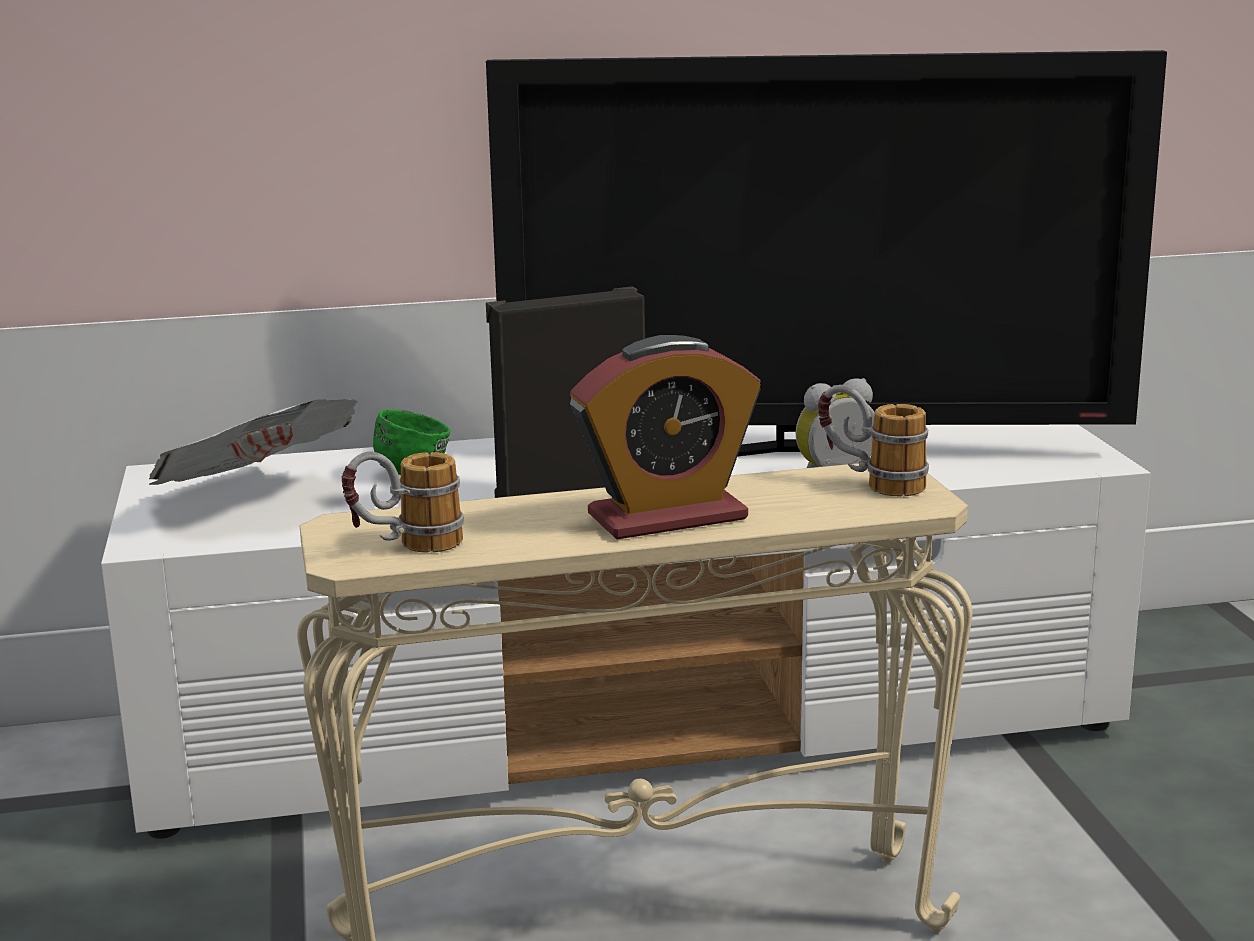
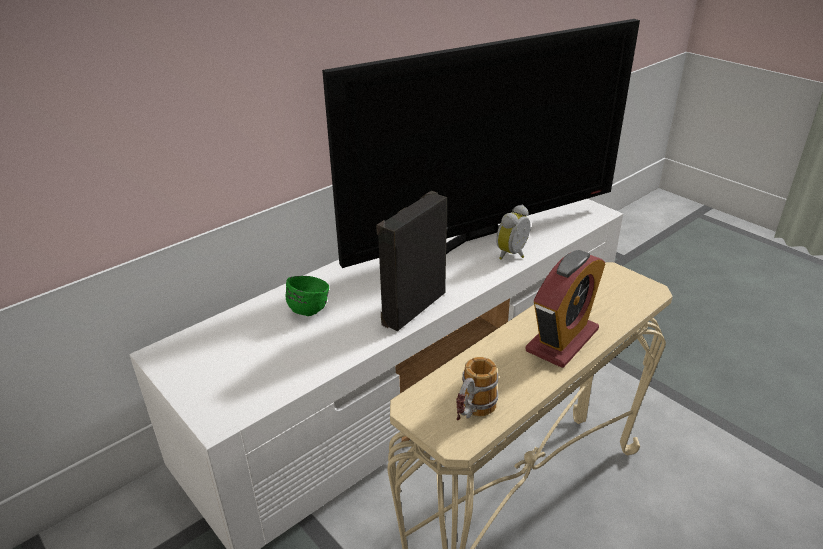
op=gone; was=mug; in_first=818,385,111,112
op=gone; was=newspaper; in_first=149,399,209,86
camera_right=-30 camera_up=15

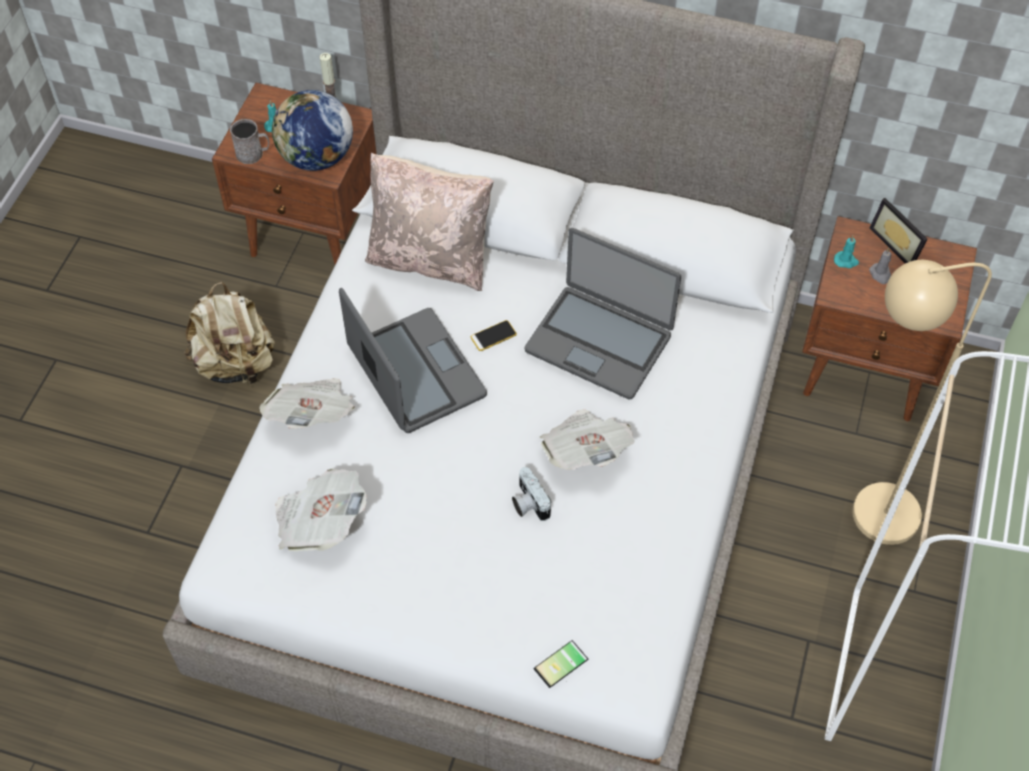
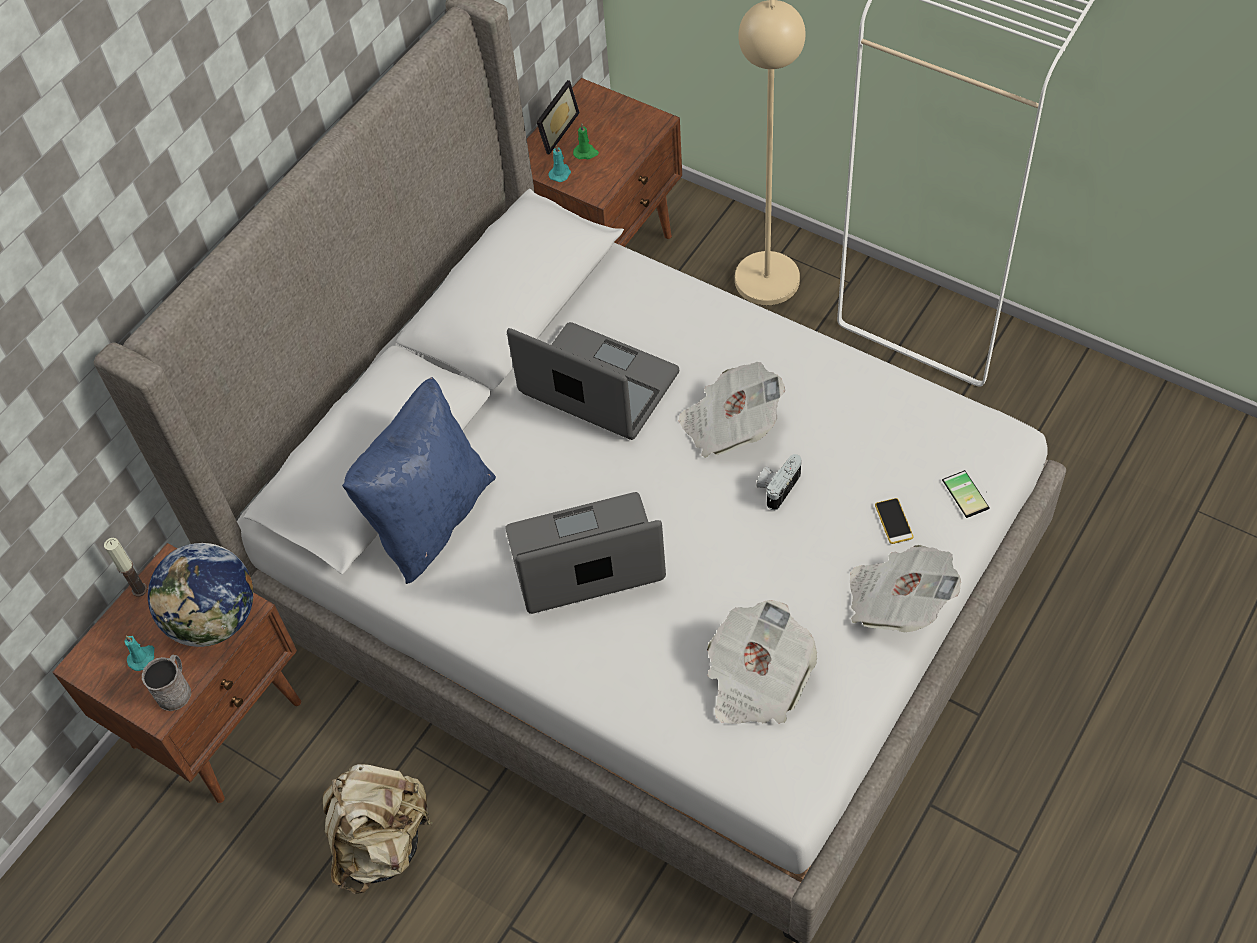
op=repainted; was=beige_pillow; now=blue_pillow; in_first=365,153,129,138; in_second=342,377,154,207
op=rotated; was=picture_frame; in_first=869,198,58,65; in_second=537,80,43,74; clockwise=-45
op=rotated; was=laptop; in_first=525,228,156,172; in_second=507,322,172,118; clockwise=-105
op=repainted; was=grey_candle; now=green_candle; in_first=869,248,22,36; in_second=573,123,26,36
op=shifted; was=phone; in_first=471,320,46,31; in_second=875,498,38,46
op=shifted; was=newspaper; in_first=259,378,96,51; in_second=850,545,111,88
op=rotated; was=photo_camera; in_first=512,467,39,54; in_second=756,454,45,56; clockwise=135
camera_right=-70 camera_up=0

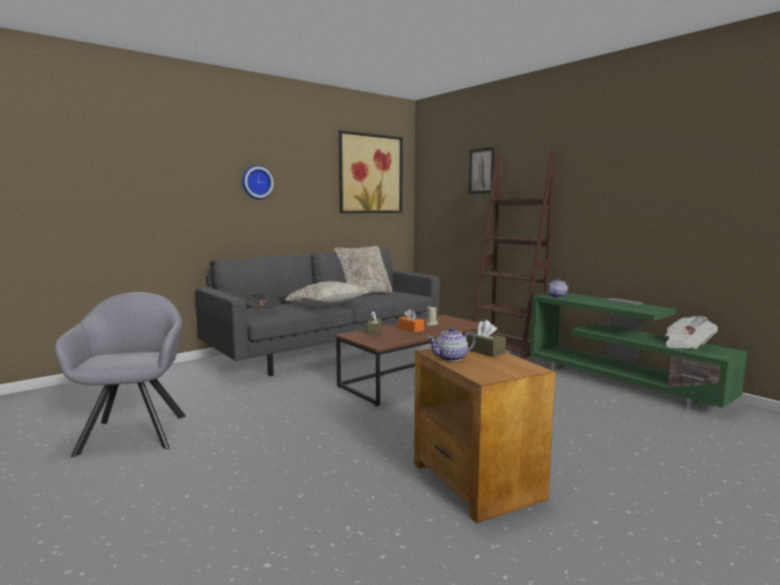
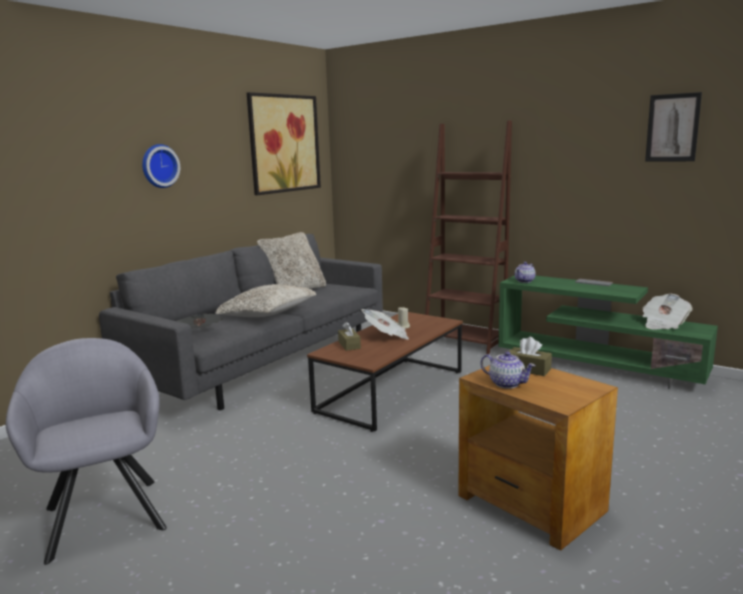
op=shifted; was=picture; in_first=469,147,26,47; in_second=645,92,57,70
op=swapped; was=orange_tissue_box; now=newspaper; in_first=399,309,25,24; in_second=362,309,47,31
op=rotated; was=teapot; in_first=427,327,48,35; in_second=480,351,56,38; clockwise=-105
camera_right=-15 camera_up=5

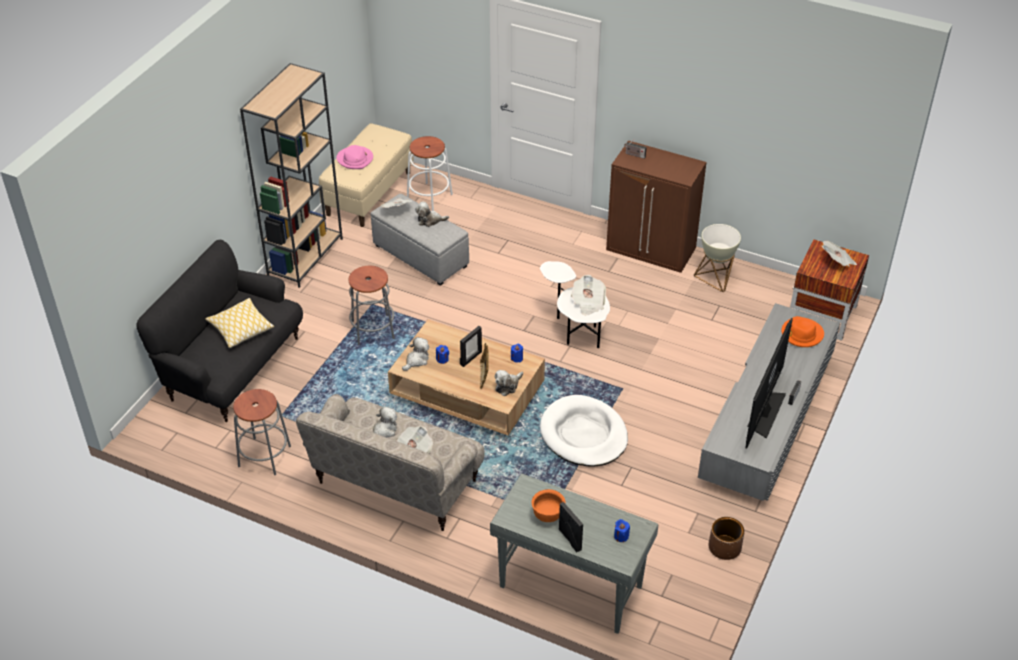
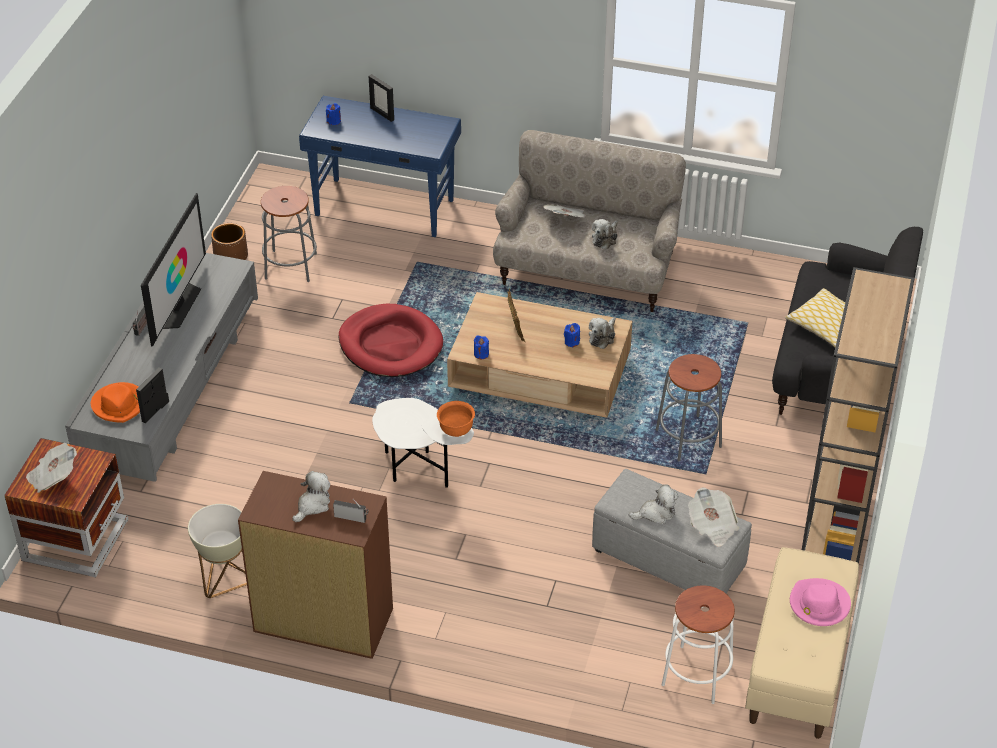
op=gone; was=newspaper; in_first=571,275,35,41
op=shifted; was=picture_frame; in_first=460,326,22,41; in_second=136,367,33,56
op=shifted; was=plush_toy; in_first=495,370,28,26; in_second=293,471,37,51
op=shifted; was=grey_stool; in_first=233,389,58,86; in_second=261,186,56,96
op=repainted; was=white_dog_bed; now=red_dog_bed; in_first=540,395,88,72; in_second=338,304,105,73
op=repainted; was=grey_console_table; now=blue_console_table; in_first=490,473,168,161; in_second=299,96,162,141
op=shifted; was=orange_bowl; in_first=532,489,34,33; in_second=437,401,38,36
camera_right=170 camera_up=0

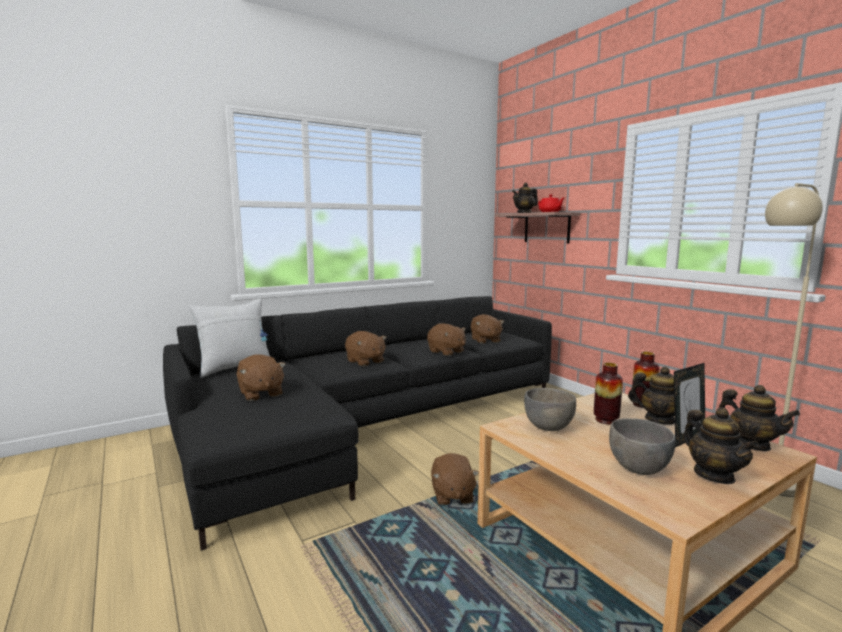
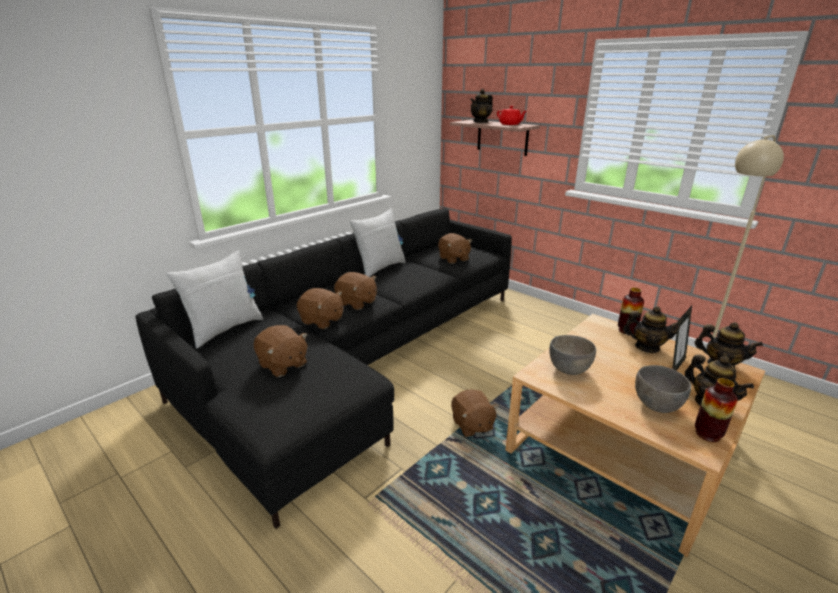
op=shifted; was=brown_plush_toy; in_first=427,324,39,32; in_second=297,288,46,41
op=shifted; was=vase; in_first=594,363,29,61; in_second=695,378,43,64
op=new; now=grey_pillow; in_second=350,208,56,69
camera_right=-15 camera_up=15

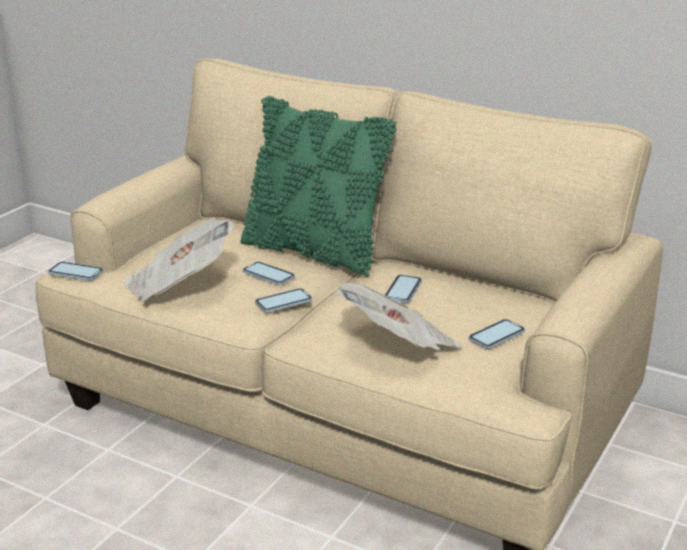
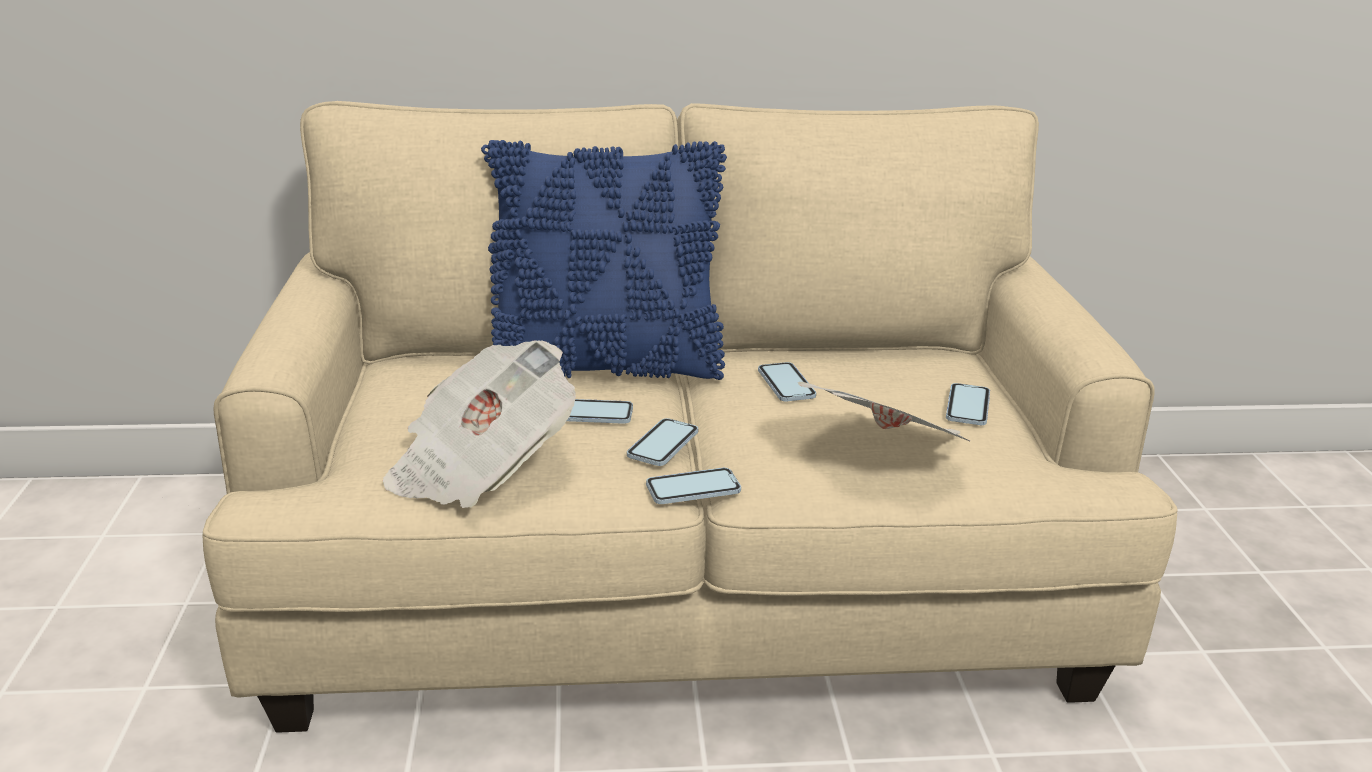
op=repainted; was=green_pillow; now=blue_pillow; in_first=240,96,157,181; in_second=481,140,246,240
op=shifted; was=phone; in_first=48,262,55,19; in_second=646,468,95,36
camera_right=-35 camera_up=0

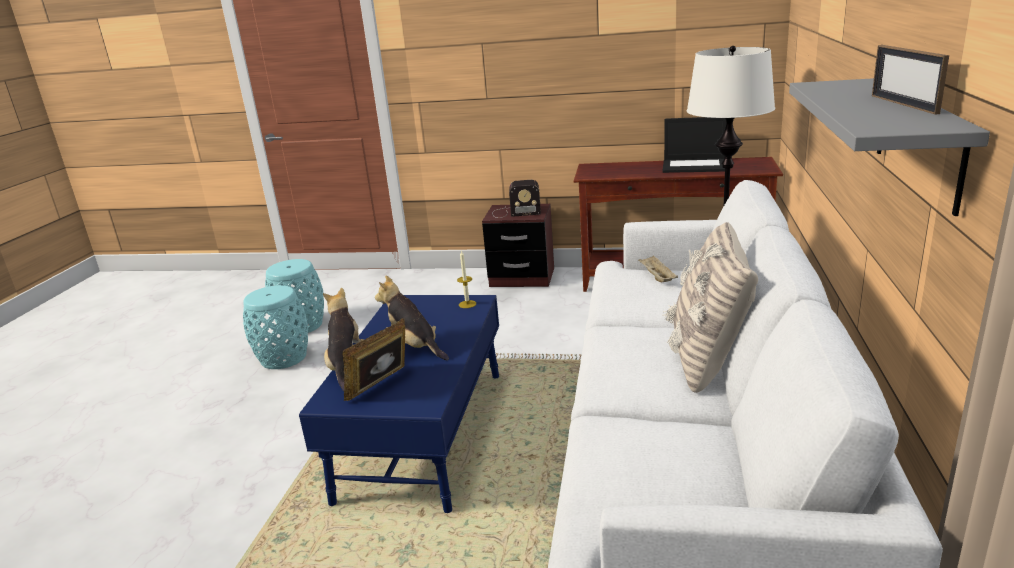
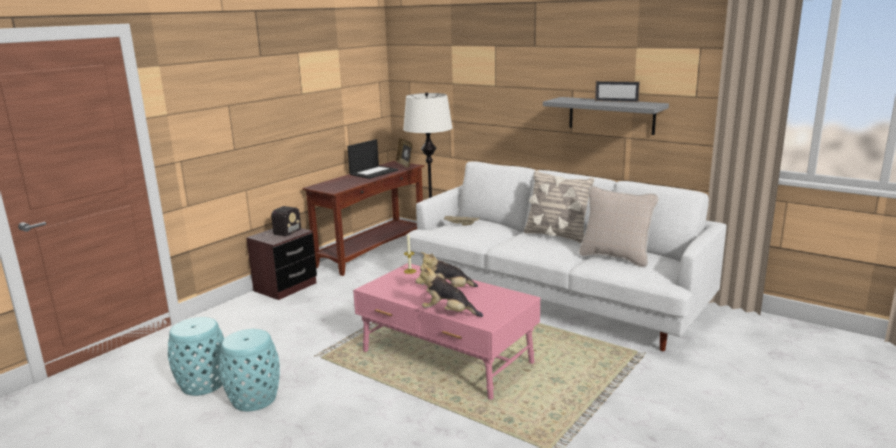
op=repainted; was=blue_coffee_table; now=pink_coffee_table; in_first=299,295,200,218; in_second=353,263,188,137
op=shifted; was=picture_frame; in_first=343,318,62,83; in_second=396,138,17,30
op=new; now=beige_pillow; in_second=579,186,79,81
camera_right=-65 camera_up=-5

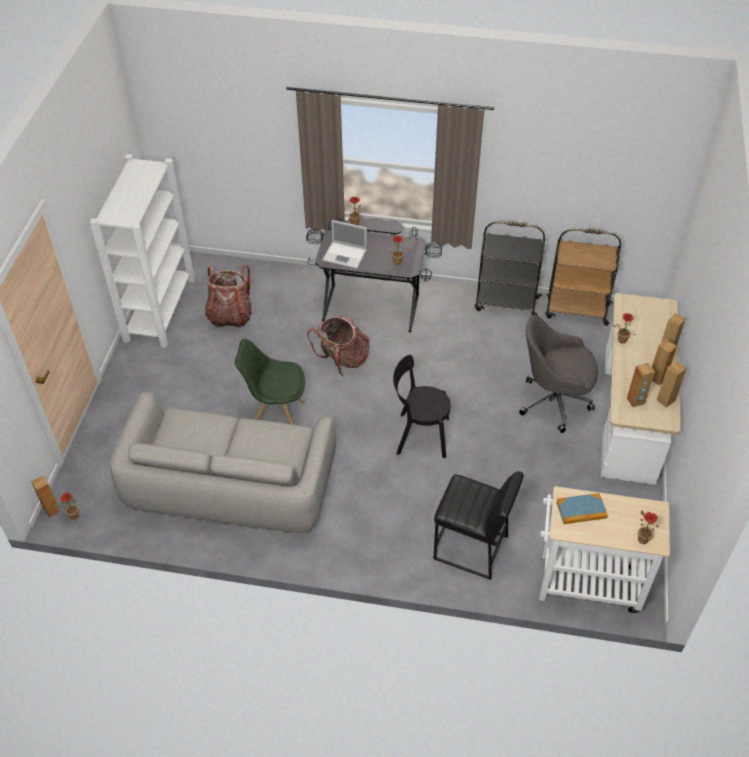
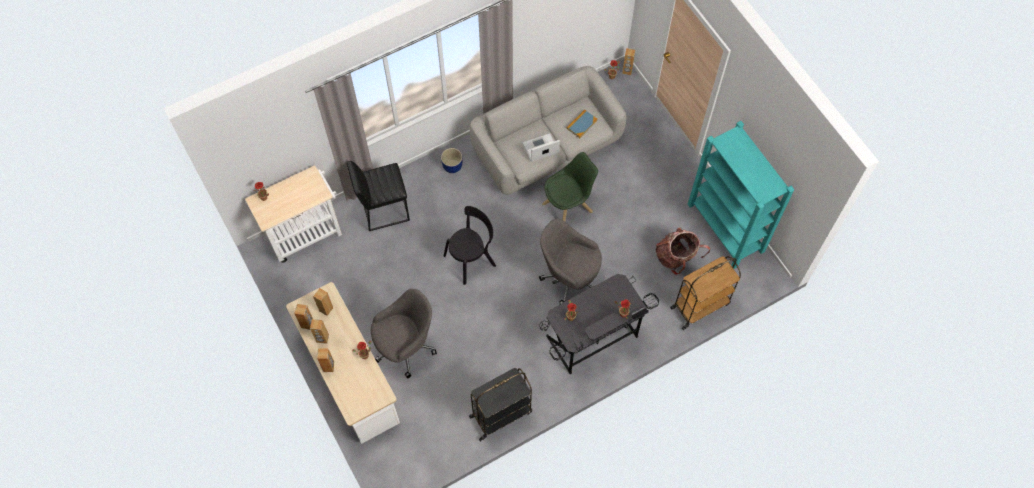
op=repainted; was=white_bookcase; now=turquoise_bookcase; in_first=89,154,106,194; in_second=688,121,106,148
op=shifted; was=laptop; in_first=323,220,44,49; in_second=523,133,37,29
op=shifted; was=brown_cart; in_first=545,229,76,97; in_second=670,256,71,74
op=swapped; was=backpack; now=grey_office_chair; in_first=307,315,62,61; in_second=539,219,63,85
op=shifted; was=book; in_first=556,493,52,31; in_second=567,110,30,28
op=new; now=blue_planter; in_second=441,148,21,25
camera_right=140 camera_up=15

